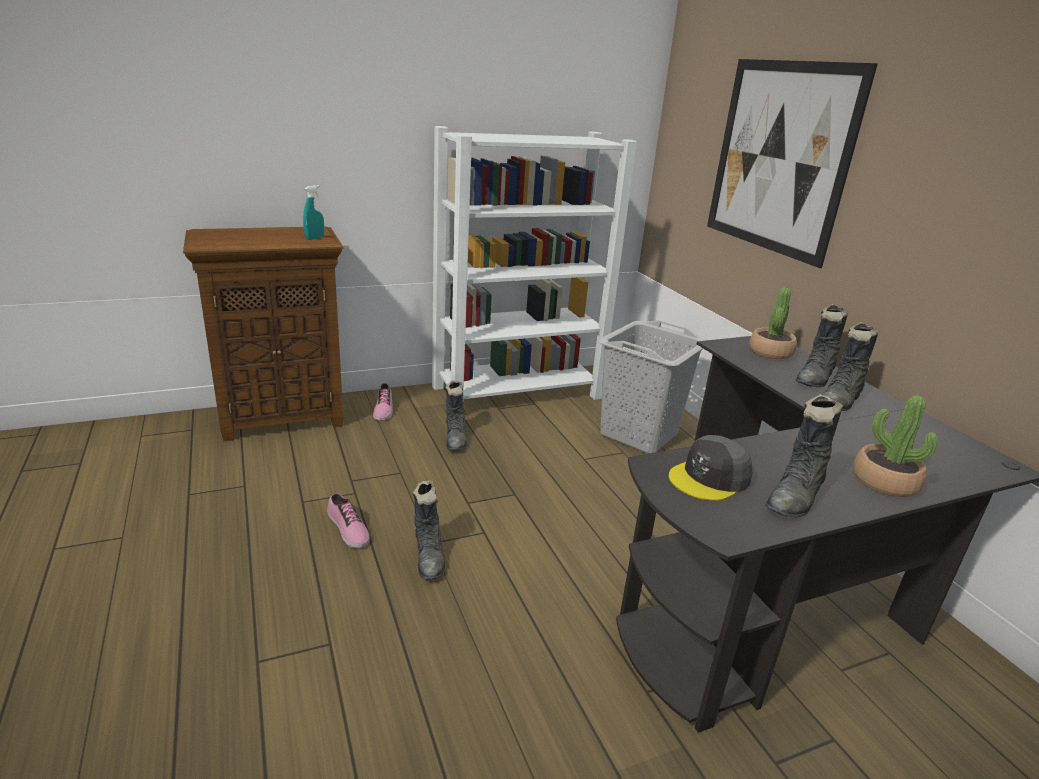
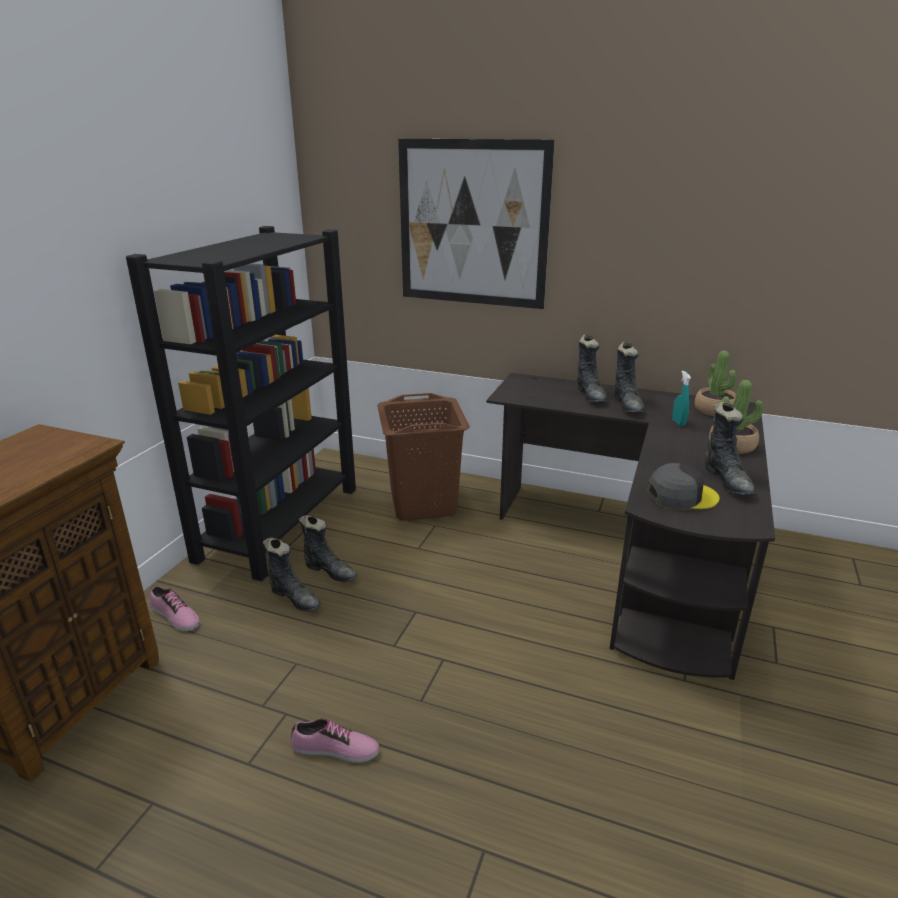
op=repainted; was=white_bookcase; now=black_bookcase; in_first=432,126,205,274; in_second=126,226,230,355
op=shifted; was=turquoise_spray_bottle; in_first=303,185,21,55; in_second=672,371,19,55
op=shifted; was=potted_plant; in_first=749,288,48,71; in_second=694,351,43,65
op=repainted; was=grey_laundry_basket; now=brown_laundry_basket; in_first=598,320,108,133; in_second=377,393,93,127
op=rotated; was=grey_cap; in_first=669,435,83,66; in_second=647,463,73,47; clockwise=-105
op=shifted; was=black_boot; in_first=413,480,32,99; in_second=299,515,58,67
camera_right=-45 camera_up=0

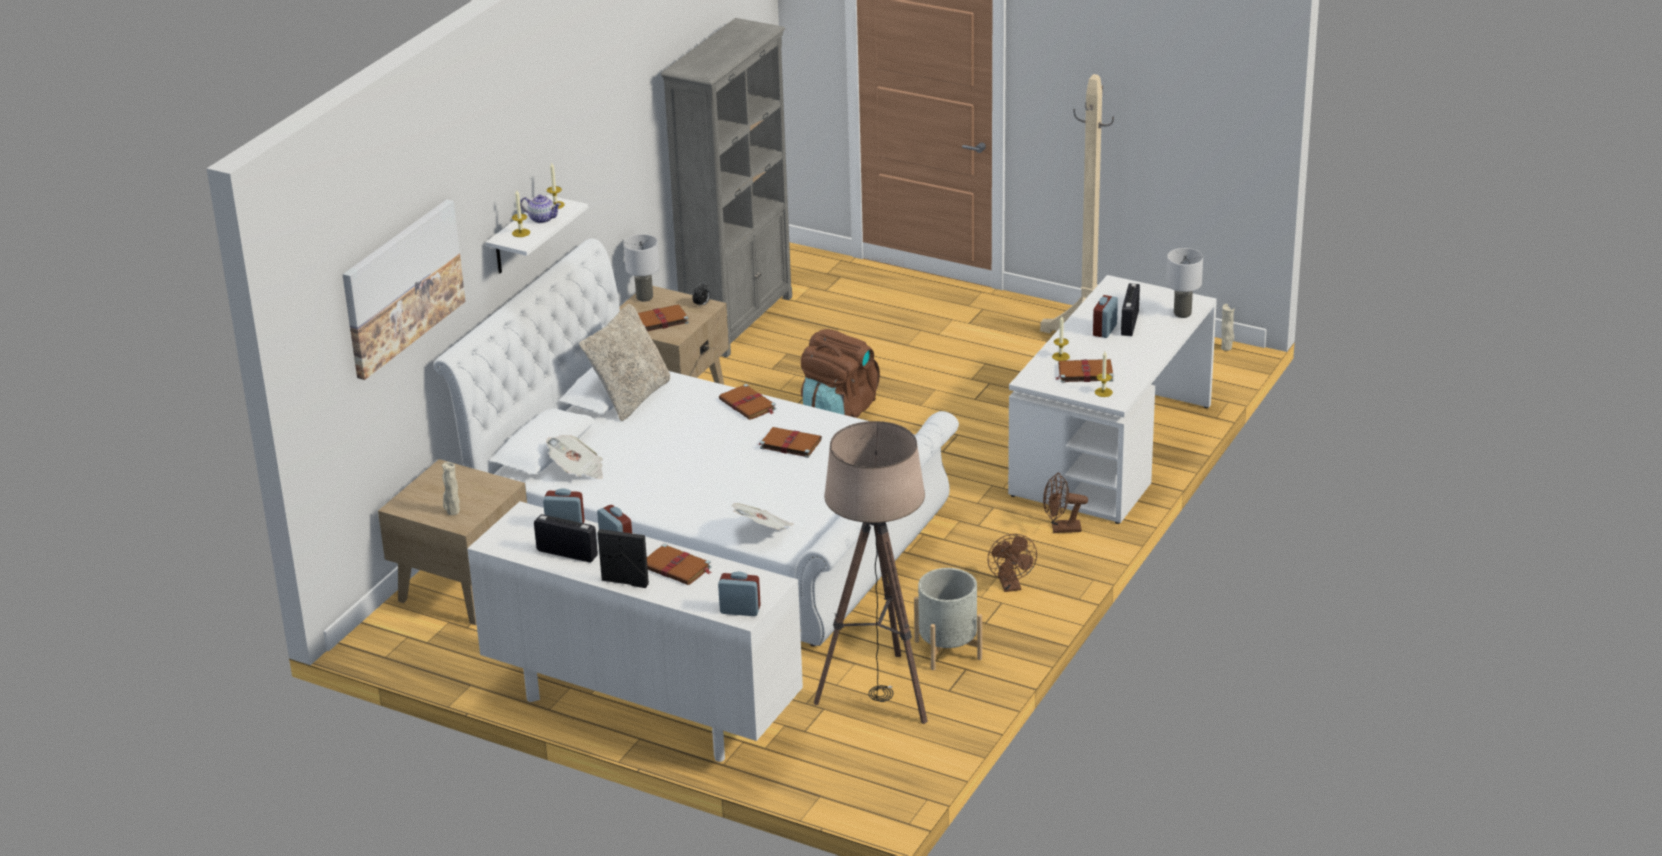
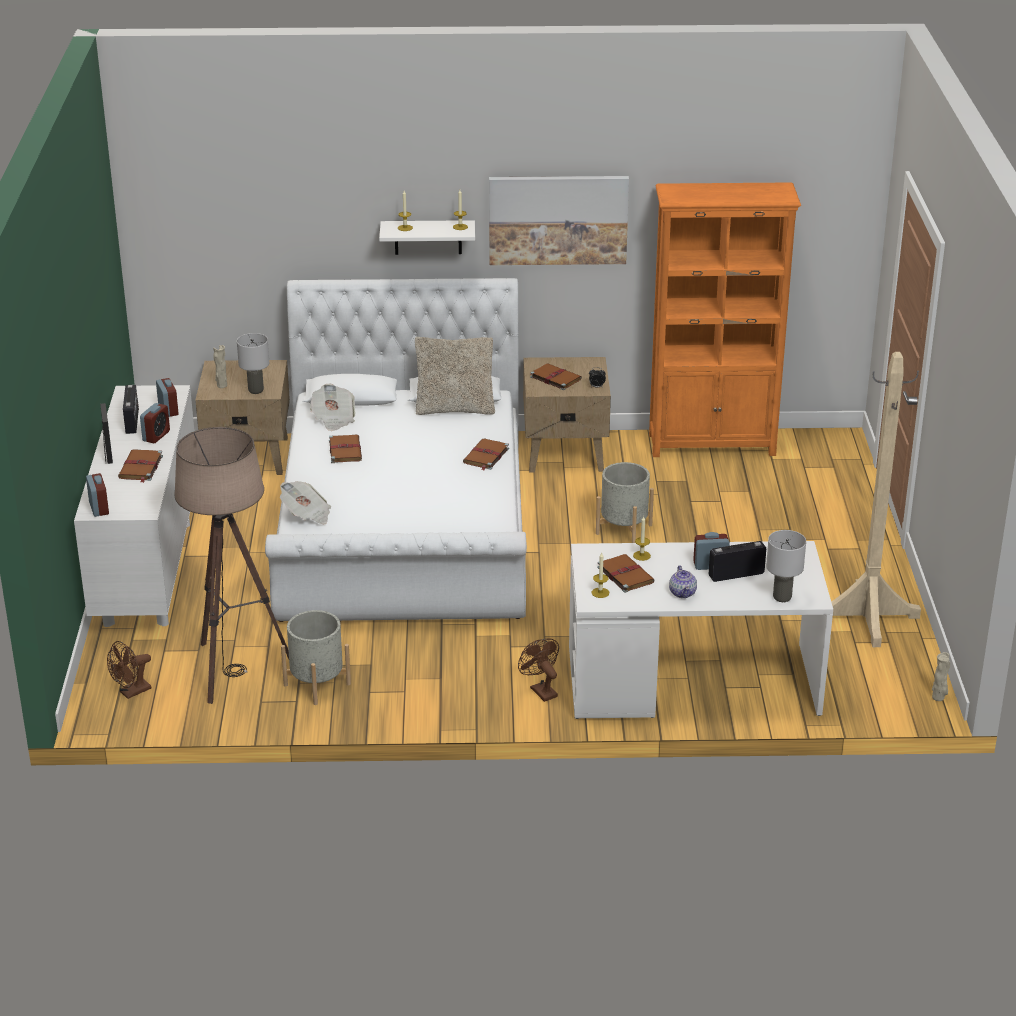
op=repainted; was=grey_bookcase; now=orange_bookcase; in_first=661,18,131,339; in_second=649,182,152,275
op=shifted; was=teapot; in_first=520,195,41,28; in_second=669,565,28,33
op=shifted; was=picture; in_first=342,199,123,181; in_second=489,176,140,89
op=shifted; was=white_table_lamp; in_first=624,234,36,68; in_second=237,333,32,61
op=swapped; was=brown_backpack; now=grey_planter; in_first=801,329,79,89; in_second=596,462,58,81
op=shifted; was=brown_book; in_first=758,427,64,31; in_second=329,435,33,28
op=shifted; was=brown_fan; in_first=988,534,49,58; in_second=107,641,44,58
camera_right=60 camera_up=0

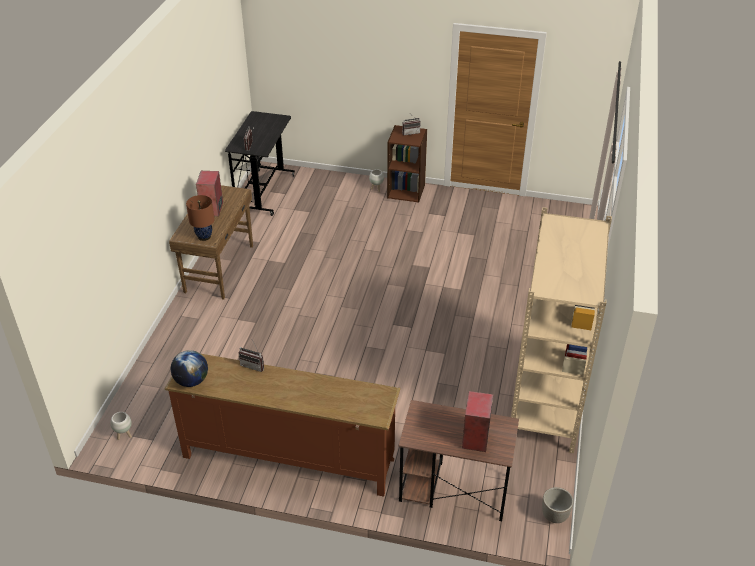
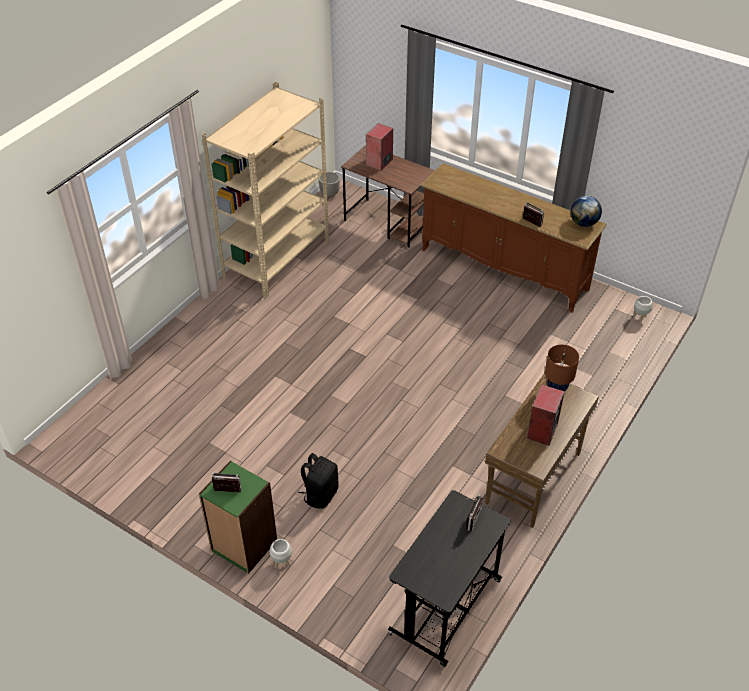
op=repainted; was=brown_bookcase; now=green_bookcase; in_first=387,125,40,78; in_second=199,461,78,113
op=new; now=black_backpack; in_second=298,453,41,56
camera_right=-160 camera_up=5

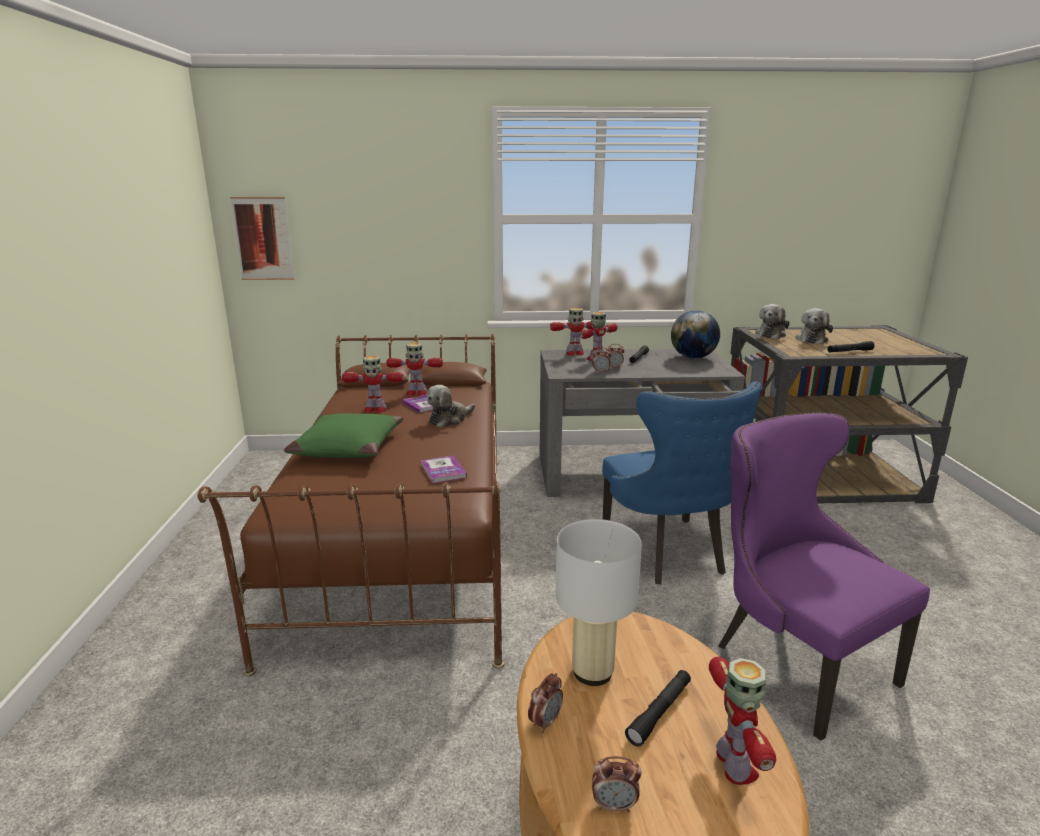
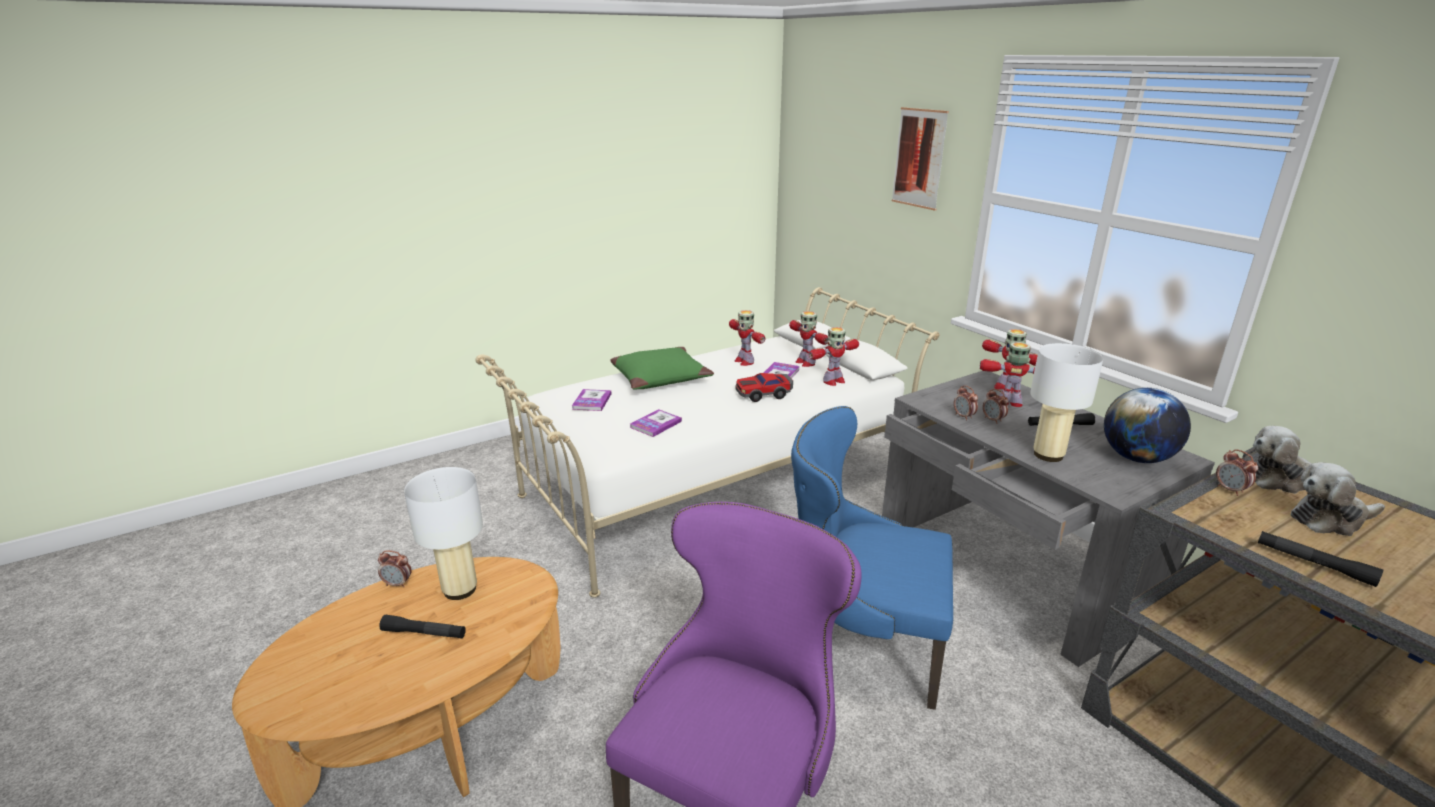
op=shifted; was=picture; in_first=230,197,65,83; in_second=892,107,57,104
op=repainted; was=brown_bed; now=white_bed; in_first=197,334,308,342; in_second=476,287,463,311
op=rotated; was=blue_chair; in_first=602,381,159,203; in_second=791,406,162,304; clockwise=60
op=swapped; was=plush_toy; now=toy_car; in_first=427,385,48,43; in_second=736,373,57,29
op=shifted; was=toy_robot; in_first=709,657,67,128; in_second=809,327,50,59
op=shifted; was=alarm_clock; in_first=592,756,50,56; in_second=1216,449,42,47
op=new; now=white_table_lamp; in_second=1030,343,73,119
op=new; now=book; in_second=572,389,40,22
camera_right=60 camera_up=5

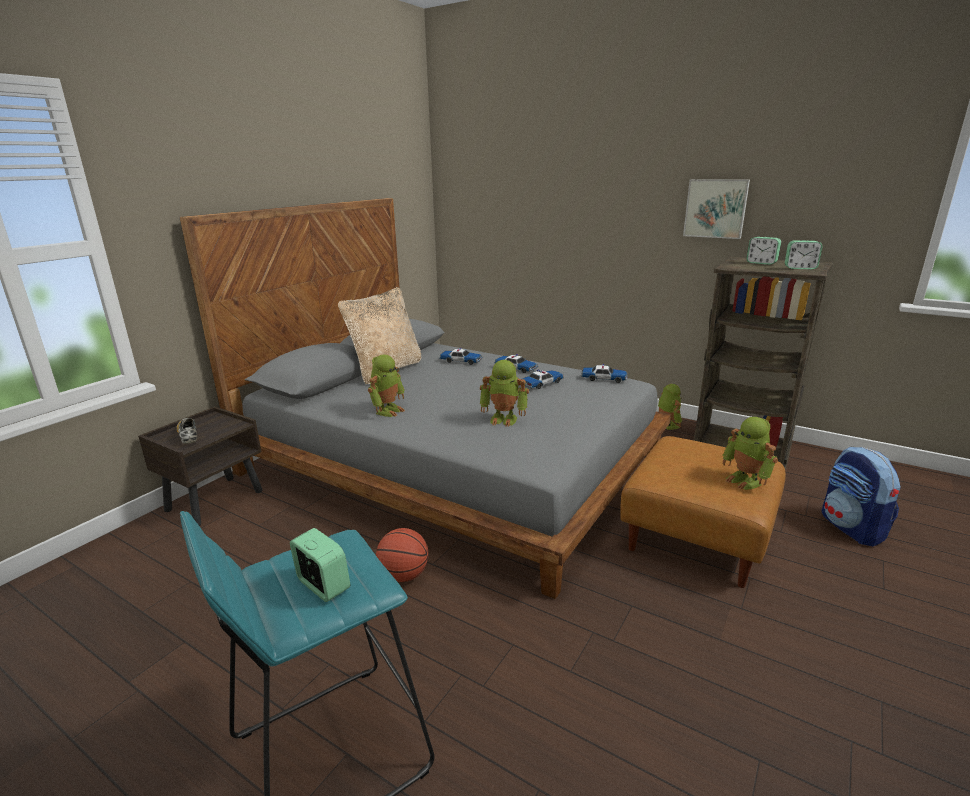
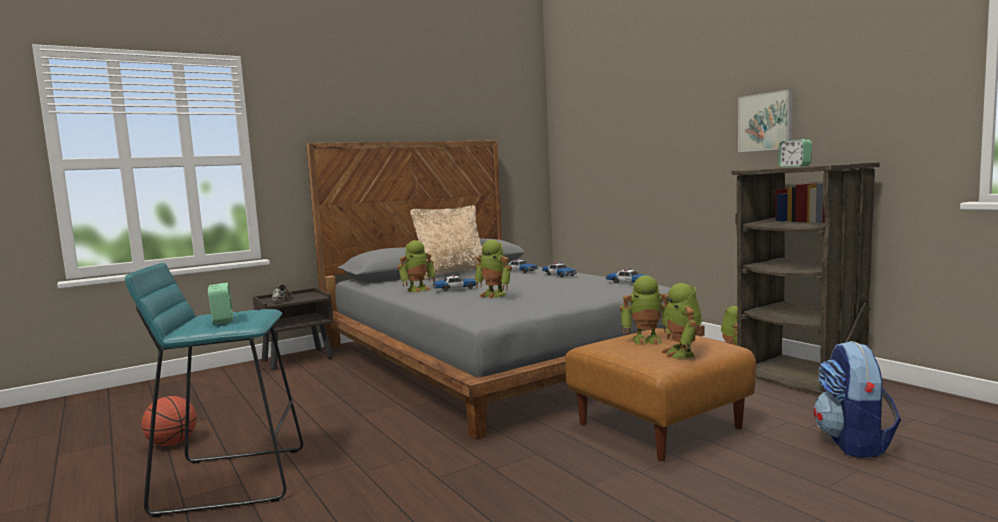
op=gone; was=alarm_clock; in_first=785,240,38,29
op=shifted; was=toy_car; in_first=523,370,41,19; in_second=432,275,44,16
op=shifted; was=basketball; in_first=376,528,53,54; in_second=142,396,55,50
op=new; now=toy_robot; in_second=620,275,48,70
camera_right=25 camera_up=-15

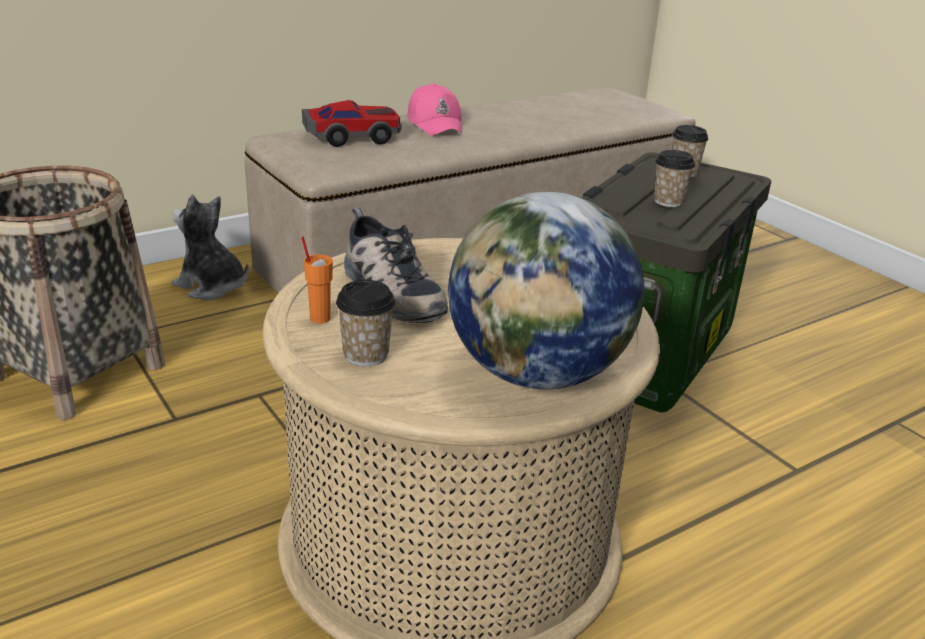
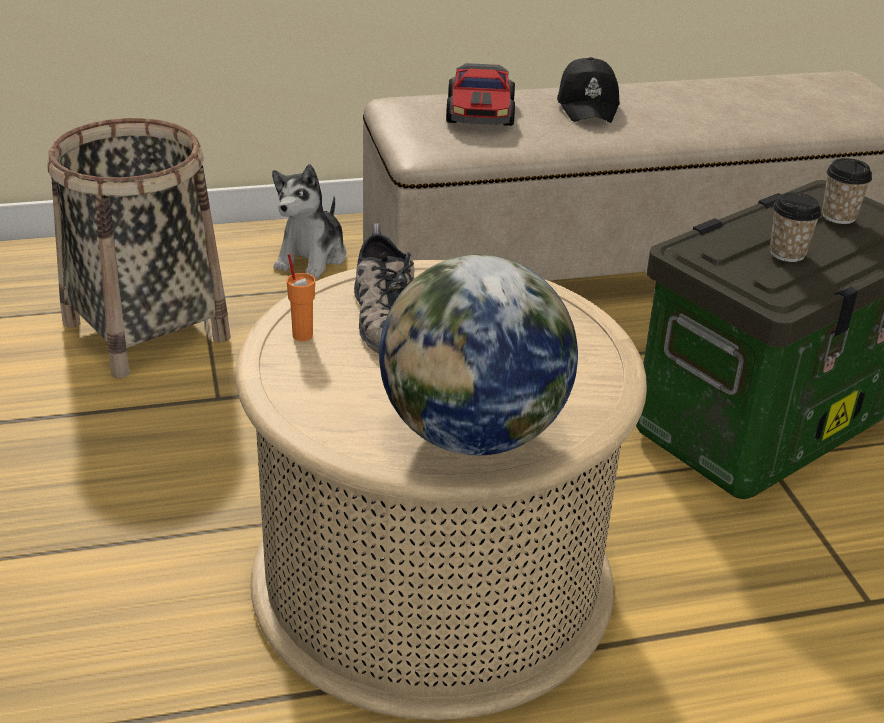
op=repainted; was=pink_cap; now=black_cap; in_first=407,83,55,53; in_second=557,57,63,66
op=rotated; was=toy_car; in_first=302,100,99,47; in_second=446,63,69,63; clockwise=90
op=rotated; was=plush_toy; in_first=172,195,77,105; in_second=272,164,74,115; clockwise=-120
op=gone; was=cup; in_first=336,280,59,86
camera_right=20 camera_up=5

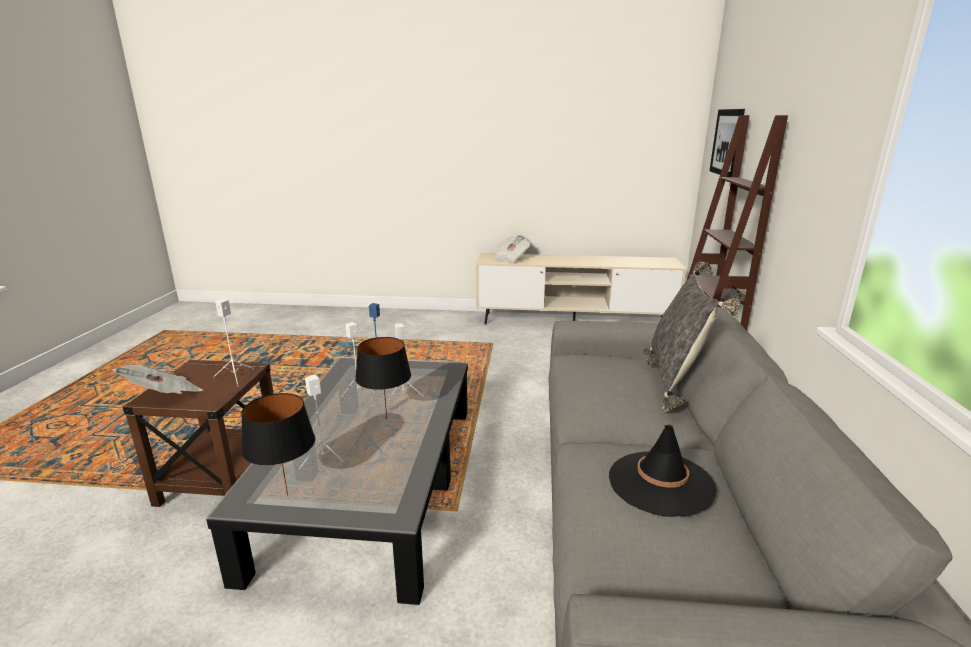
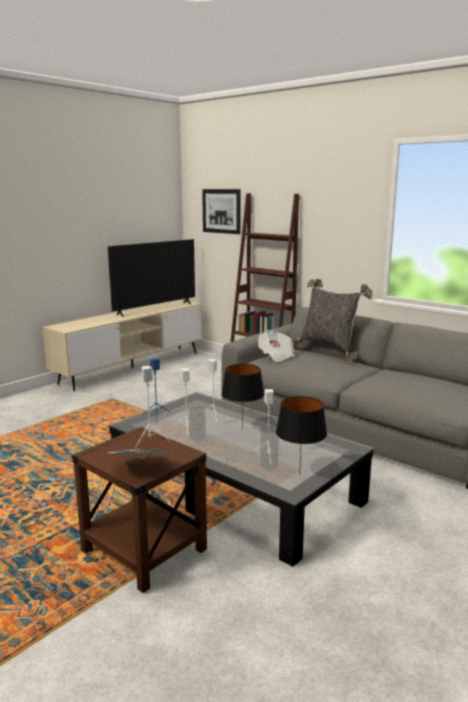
op=shifted; was=newspaper; in_first=495,235,35,27; in_second=258,330,36,32
op=gone; was=black_hat; in_first=609,425,108,92
op=new; now=television; in_second=108,239,87,78
camera_right=-55 camera_up=-5

